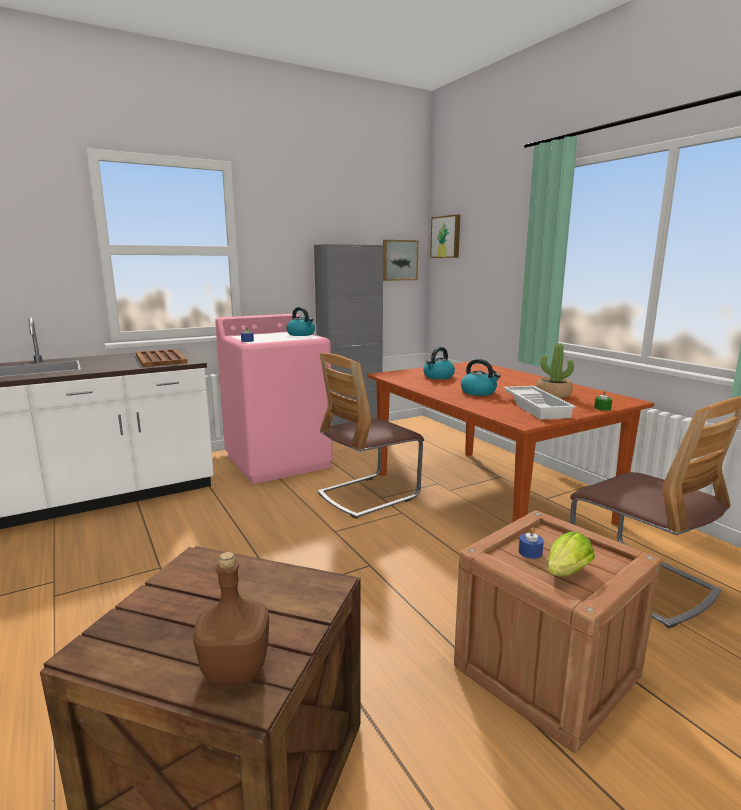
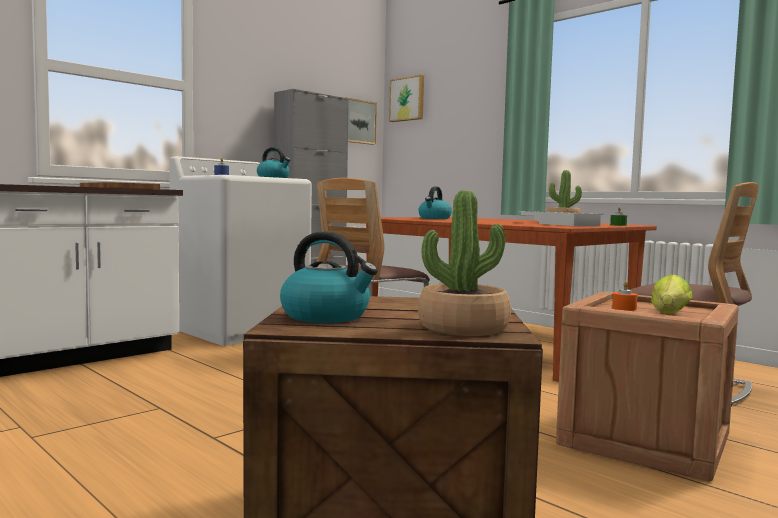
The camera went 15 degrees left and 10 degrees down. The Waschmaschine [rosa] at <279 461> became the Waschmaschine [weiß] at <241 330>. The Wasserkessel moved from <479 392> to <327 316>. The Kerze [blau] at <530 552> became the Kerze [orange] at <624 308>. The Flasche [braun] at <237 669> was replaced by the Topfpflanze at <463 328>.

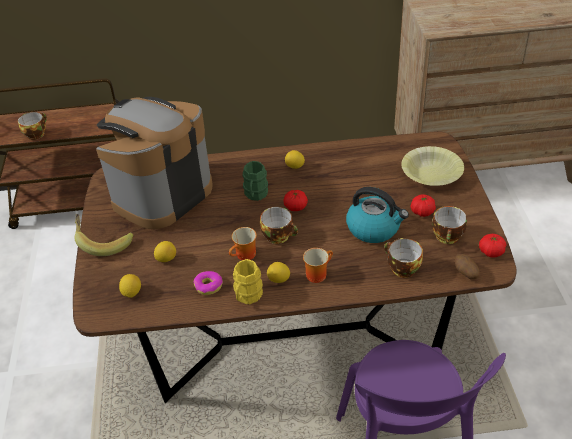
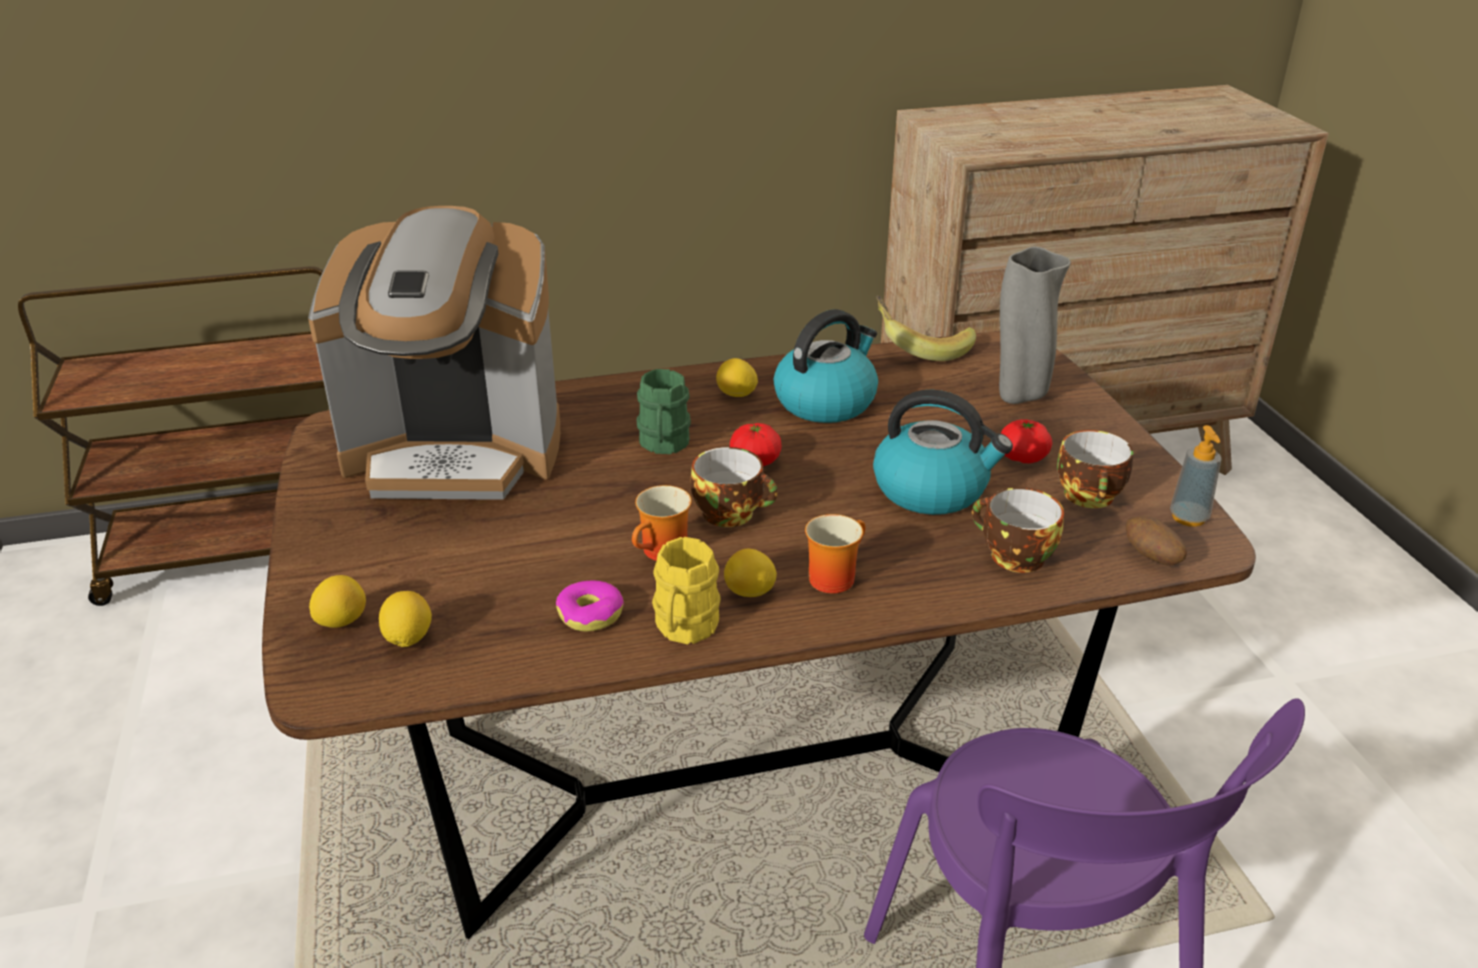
The camera went 10 degrees left and 10 degrees down. The Kaffeemaschine at <161 194> turned 120 degrees counterclockwise. The Tasse at <36 133> disappeared. The Schüssel [gelb] at <431 174> was replaced by the Vase [grau] at <1019 396>. The Banane moved from <103 242> to <921 347>. The Tomate at <491 252> was replaced by the Seifenspender at <1188 517>. The Zitrone moved from <166 258> to <341 621>. The Wasserkessel at <826 401> appeared.

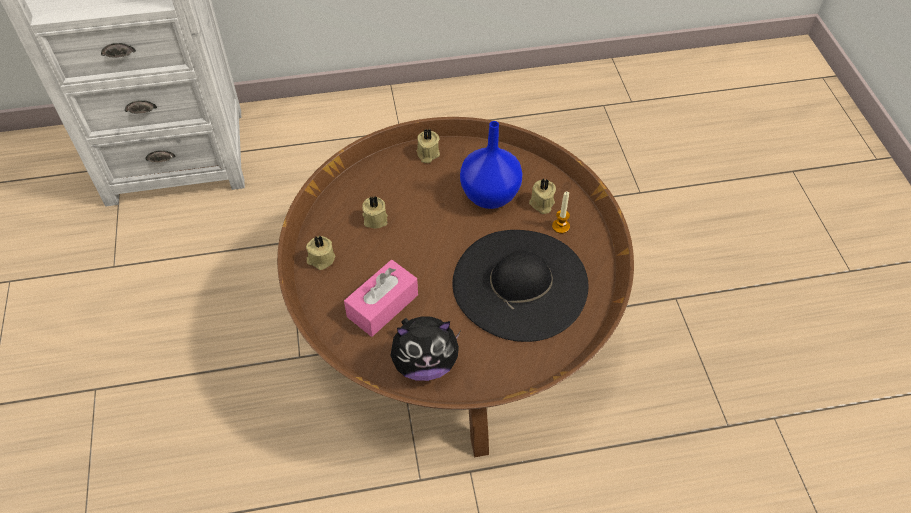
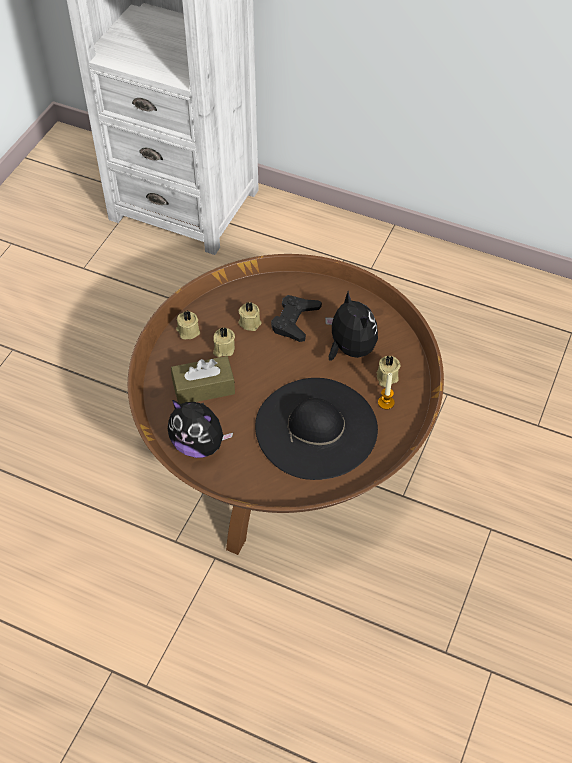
The camera went 35 degrees right and 0 degrees up. The Vase [blau] at <488 196> was replaced by the Plüschtier at <349 349>. The Kerze [beige] moved from <427 154> to <223 349>. The Taschentuchbox [rosa] at <382 305> became the Taschentuchbox [braun] at <203 388>. The Gamepad [schwarz] at <295 321> appeared.

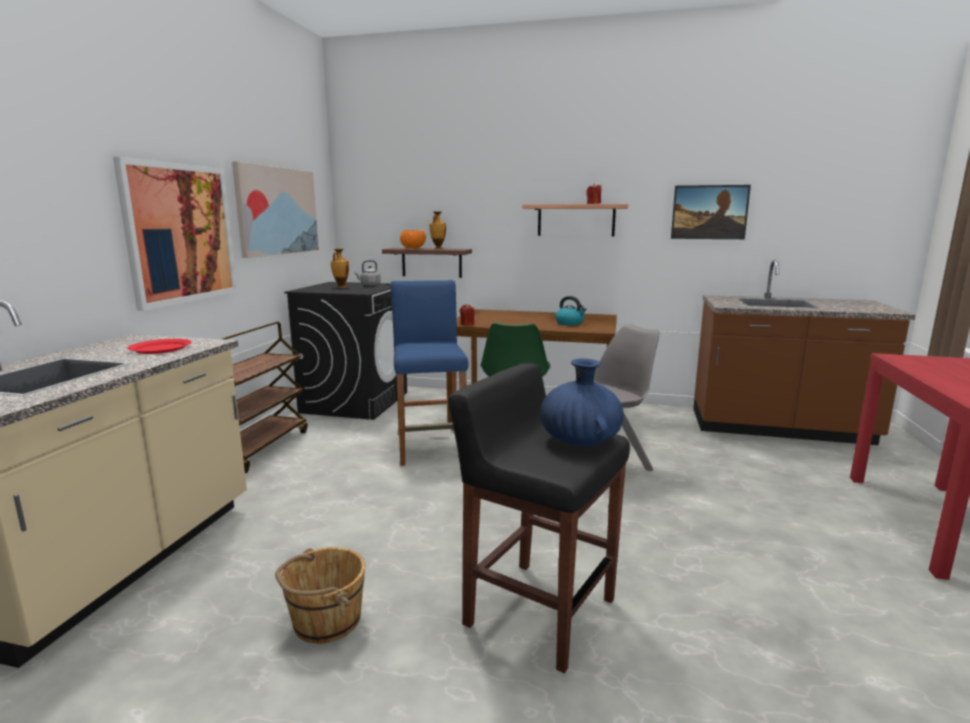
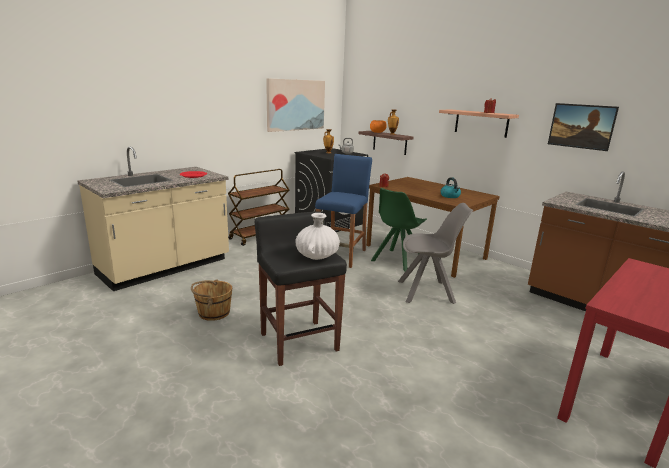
The camera went 30 degrees right and 5 degrees up. The Bild at <181 233> disappeared. The Vase [blau] at <580 440> became the Vase [weiß] at <317 256>.

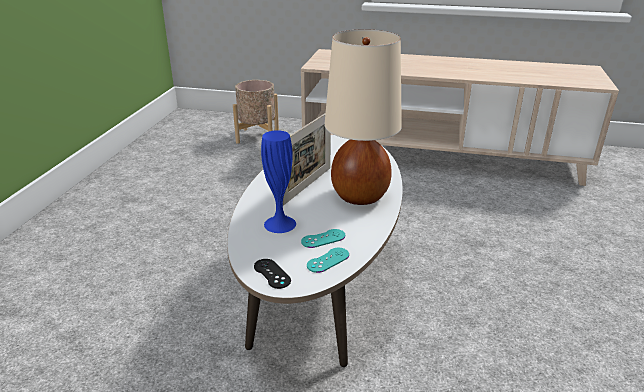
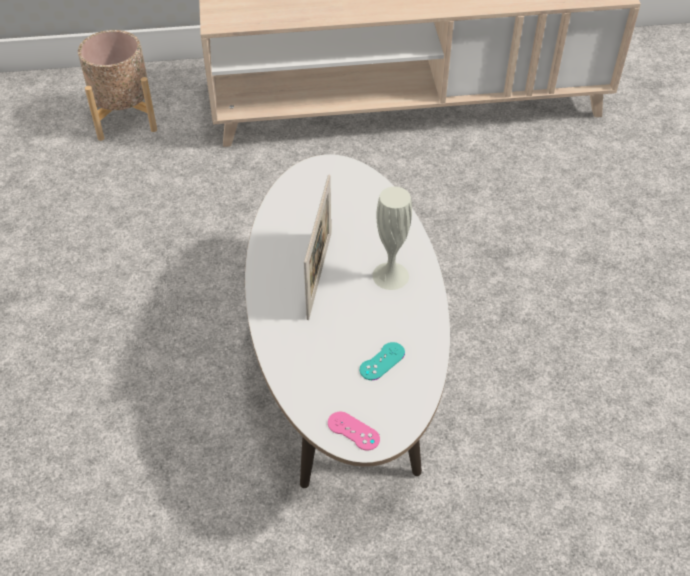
The camera went 20 degrees left and 20 degrees up. The Tischlampe [beige] at <360 195> was replaced by the Vase [weiß] at <390 275>. The Vase [blau] at <280 224> disappeared. The Gamepad [türkis] at <328 260> disappeared. The Gamepad [schwarz] at <272 273> became the Gamepad [rosa] at <353 431>.

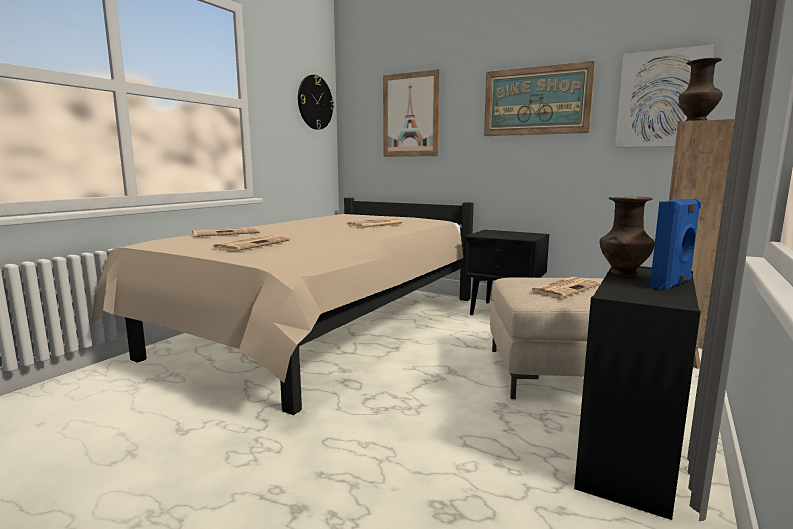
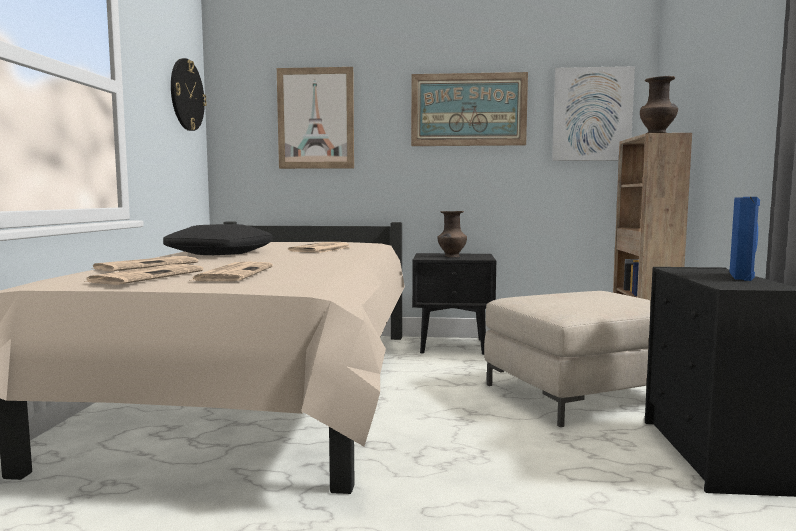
The camera went 25 degrees left and 5 degrees down. The Vase [braun] moved from <623 273> to <451 256>. The Zeitung moved from <565 288> to <147 276>. The Kissen [schwarz] at <220 253> appeared.

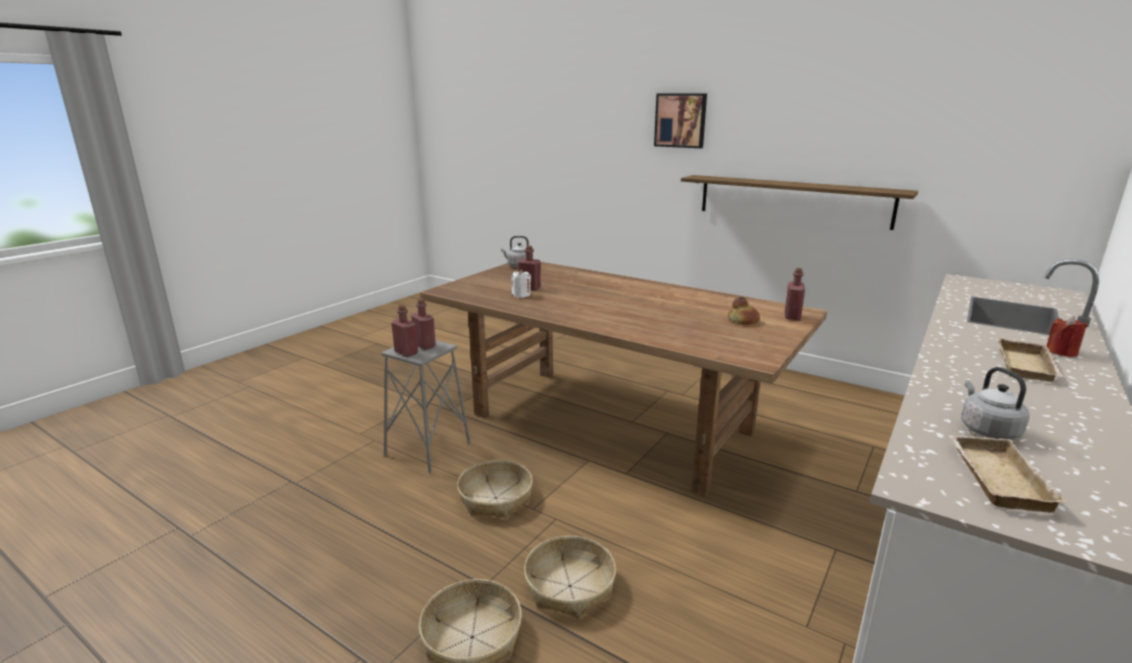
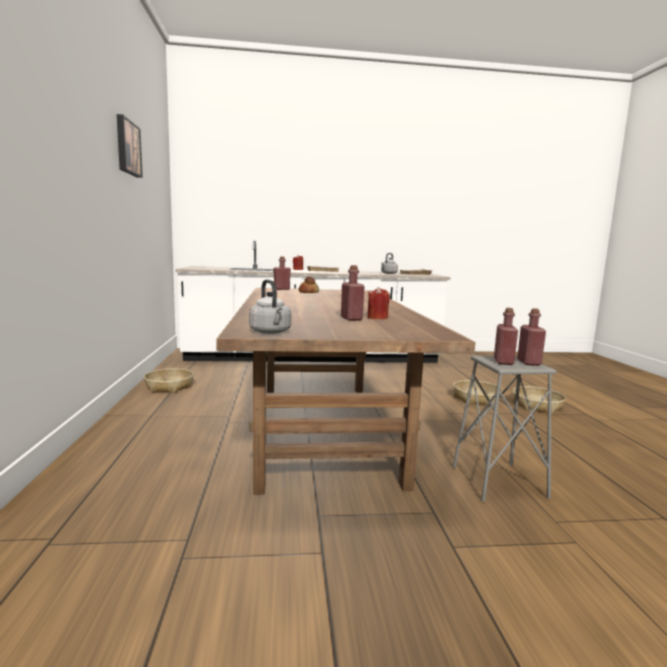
The camera went 130 degrees left and 10 degrees down. The Bild moved from <680 120> to <127 147>. The Wandregal at <792 200> disappeared. The Kerze [weiß] at <521 295> became the Kerze [rot] at <377 318>. The Korb moved from <496 498> to <169 386>.

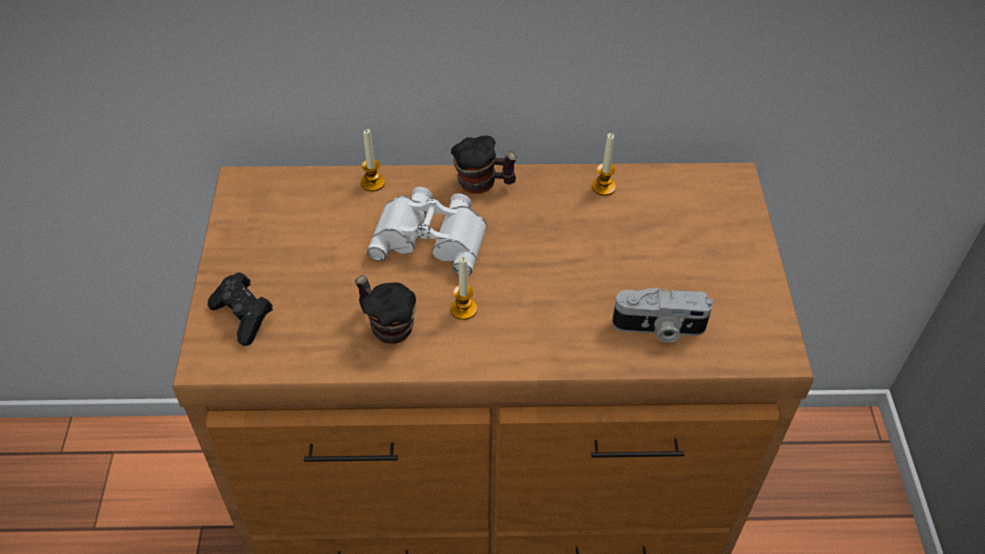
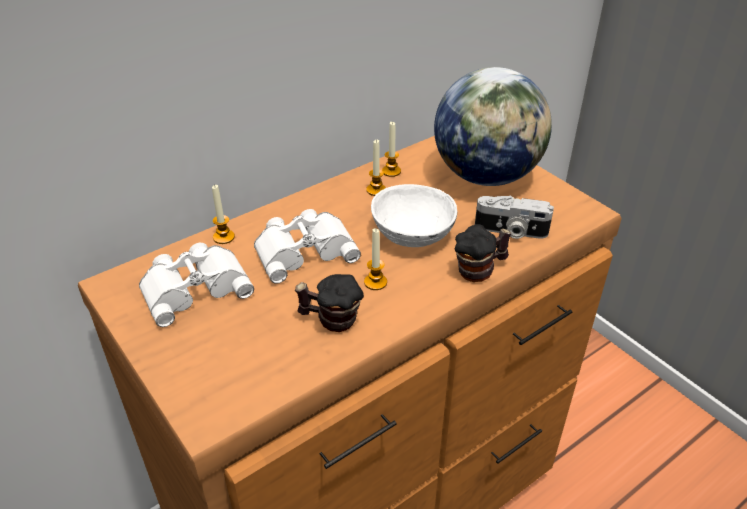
The camera went 35 degrees left and 10 degrees down. The Henkelbecher moved from <483 184> to <480 270>. The Gamepad [schwarz] at <244 316> disappeared. The Kamera at <659 328> turned 45 degrees clockwise. The Globus at <486 176> appeared. The Kerze at <376 190> appeared. The Schüssel [weiß] at <412 234> appeared. The Fernglas [weiß] at <195 287> appeared.

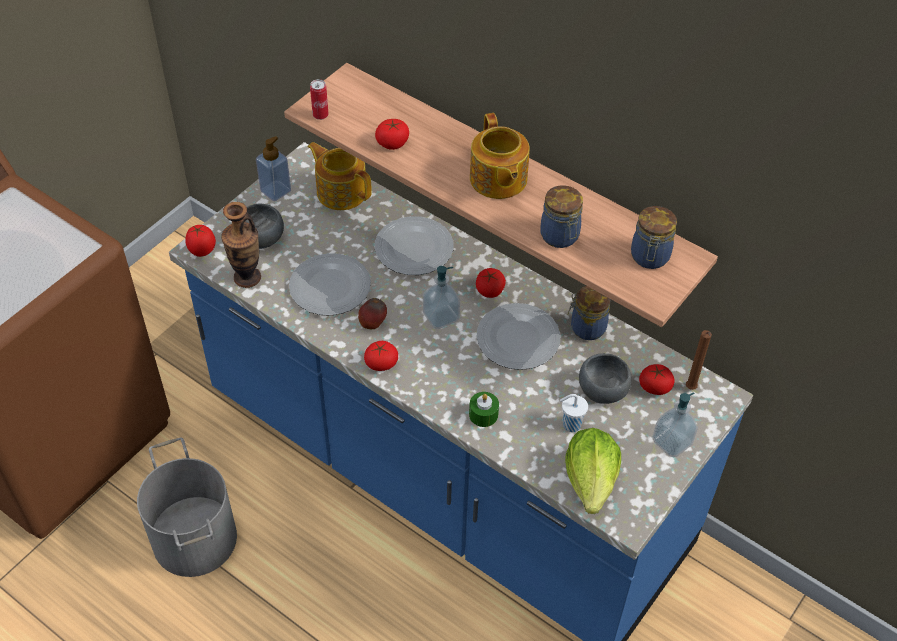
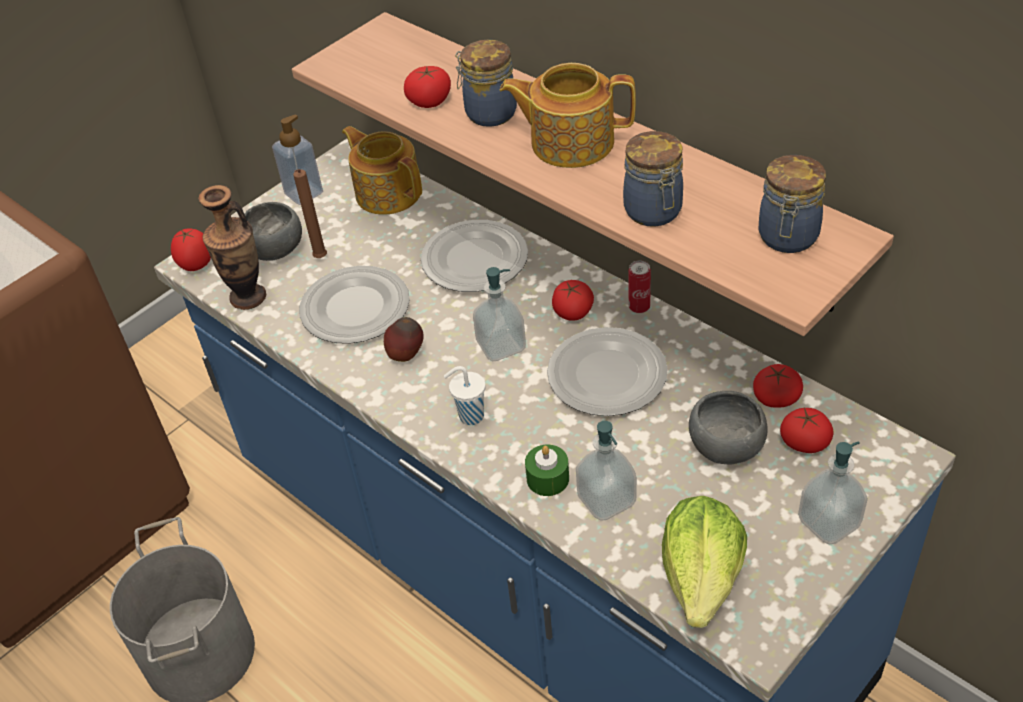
The camera went 10 degrees right and 5 degrees down. The Dose moved from <320 115> to <639 307>. The Teekanne at <498 180> turned 105 degrees clockwise. The Vorratsglas moved from <586 328> to <488 113>. The Kerze [braun] moved from <691 389> to <320 259>. The Tomate moved from <381 363> to <776 397>. The Tasse [weiß] moved from <570 425> to <469 416>. The Seifenspender at <606 500> appeared.

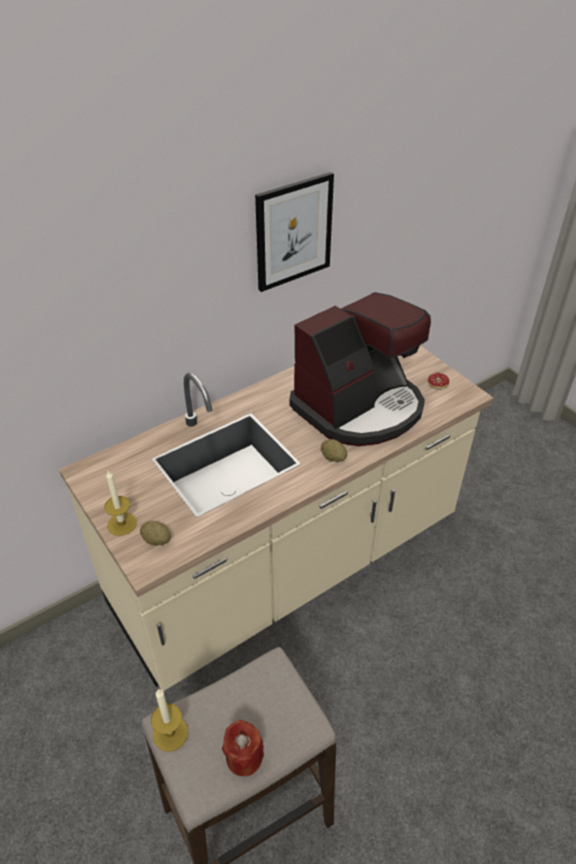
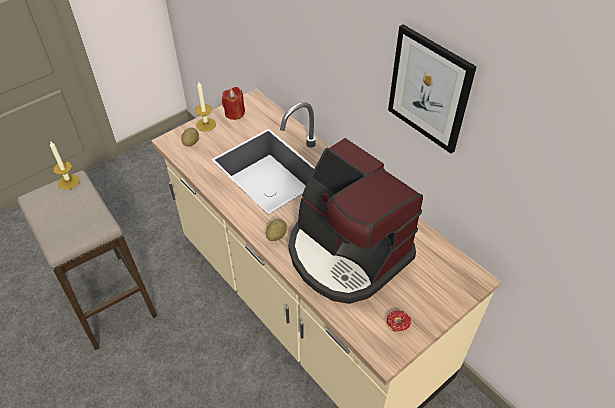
The camera went 85 degrees right and 5 degrees up. The Kerze [rot] moved from <244 757> to <234 113>.

